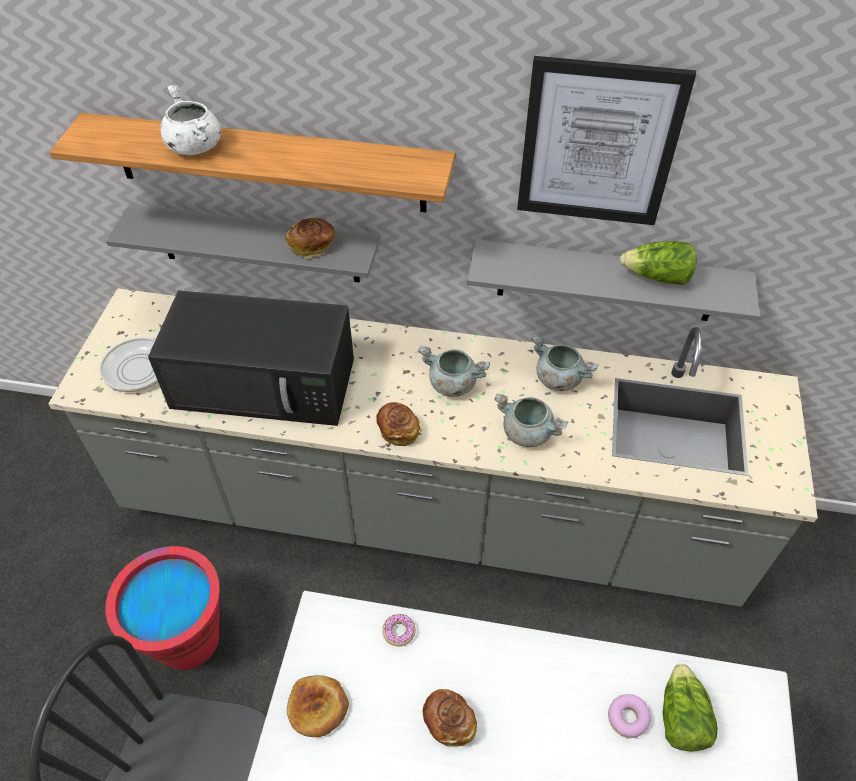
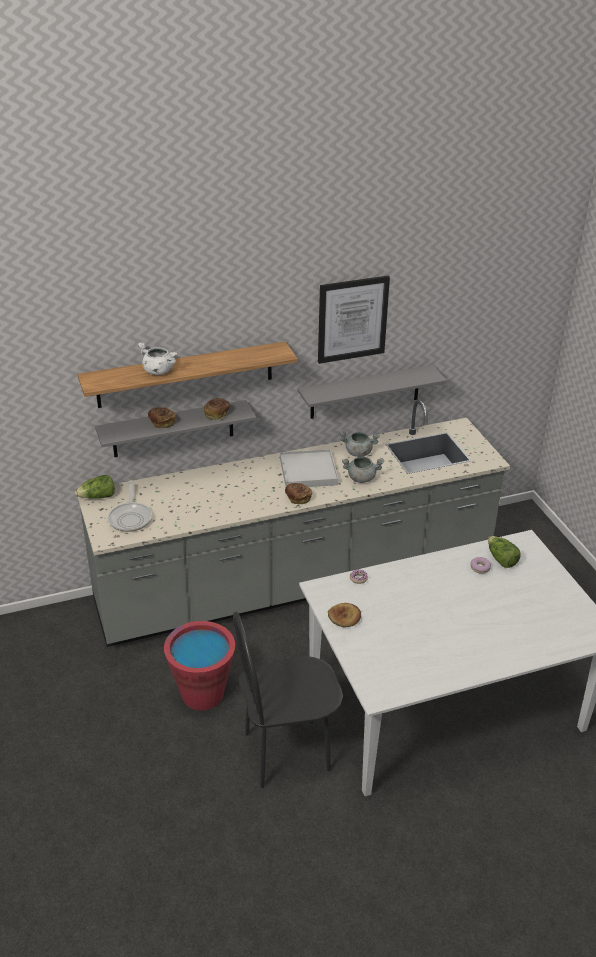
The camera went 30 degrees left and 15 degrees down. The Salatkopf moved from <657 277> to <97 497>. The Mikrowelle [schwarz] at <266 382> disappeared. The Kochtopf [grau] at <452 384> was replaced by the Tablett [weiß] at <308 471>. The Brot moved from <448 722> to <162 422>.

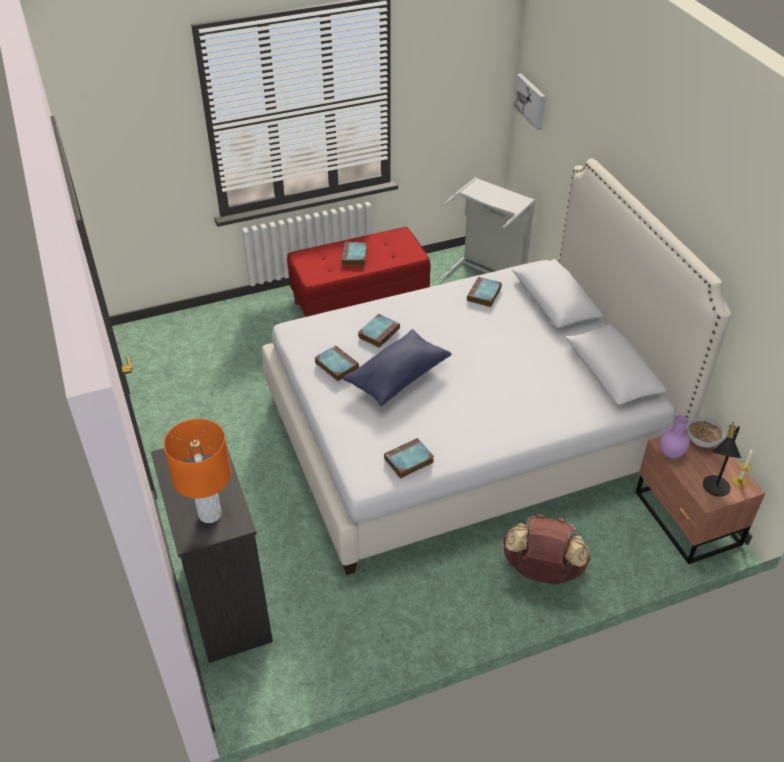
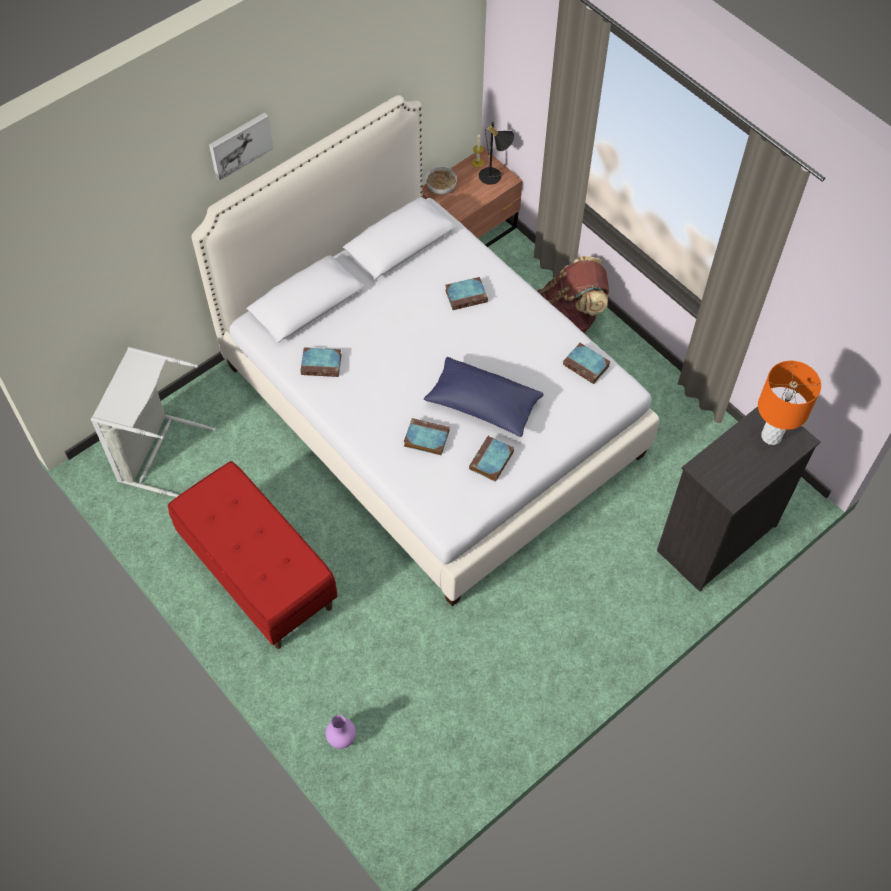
The camera went 110 degrees left and 15 degrees up. The Bild moved from <531 101> to <240 144>. The Buch moved from <354 256> to <467 295>. The Vase [lila] moved from <670 454> to <341 740>.

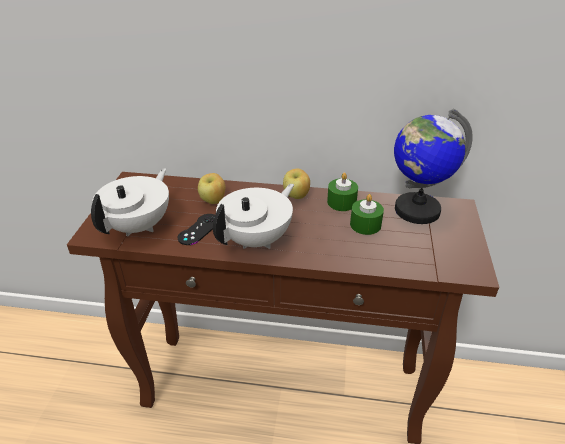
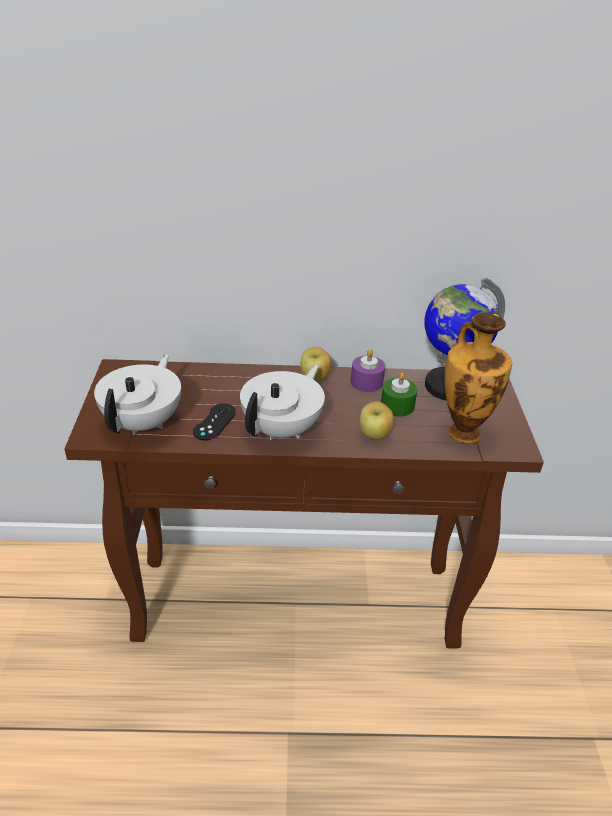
The camera went 10 degrees left and 0 degrees up. The Kerze [grün] at <341 202> became the Kerze [lila] at <366 382>. The Apfel moved from <213 201> to <375 435>. The Vase at <463 431> appeared.

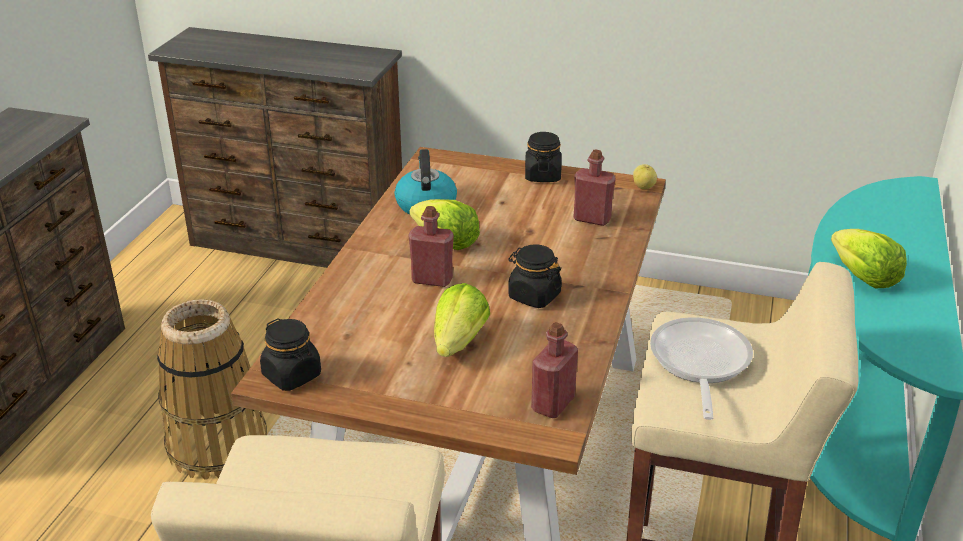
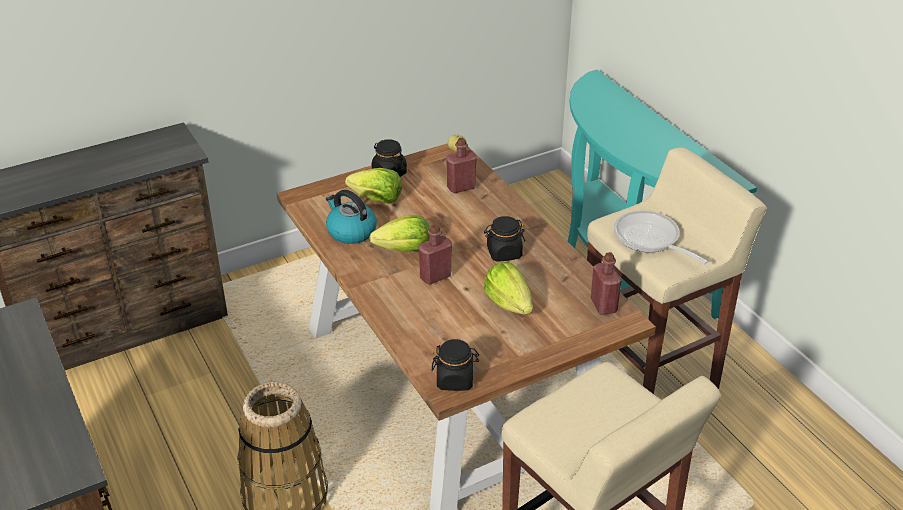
The camera went 45 degrees left and 5 degrees up. The Salatkopf moved from <863 277> to <376 199>.

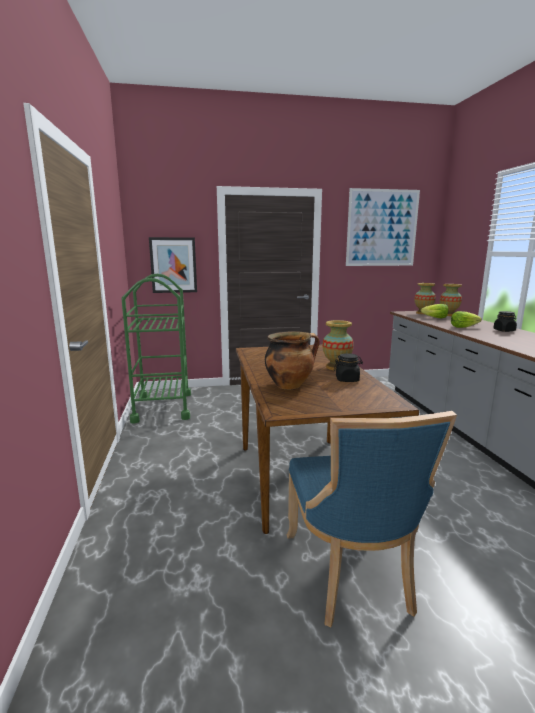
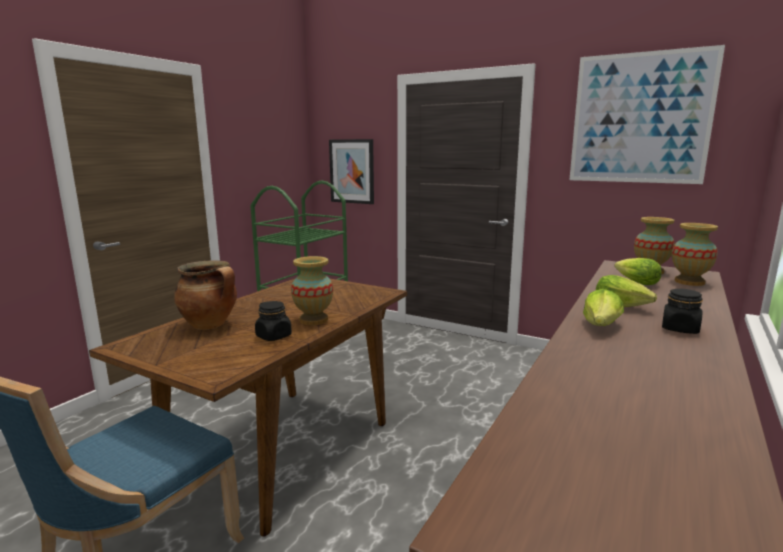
The camera went 40 degrees right and 0 degrees up. The Salatkopf at <601 326> appeared.

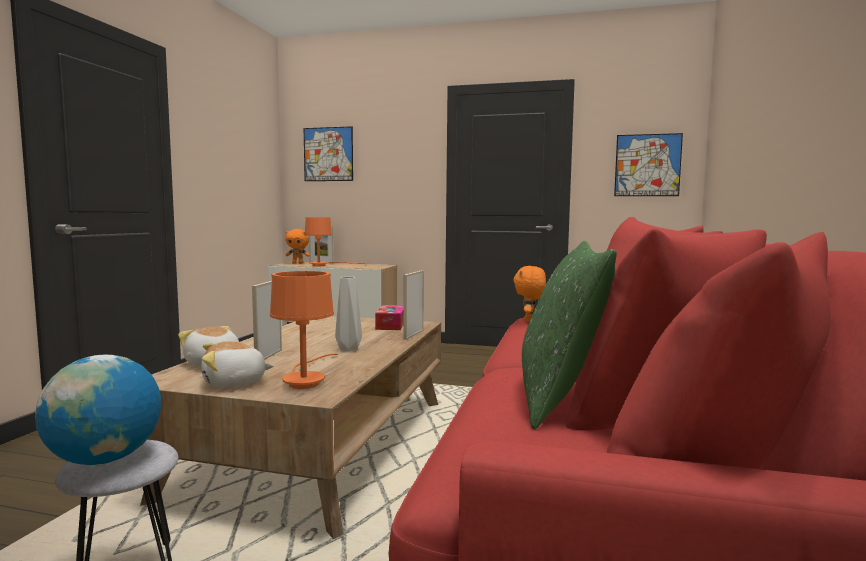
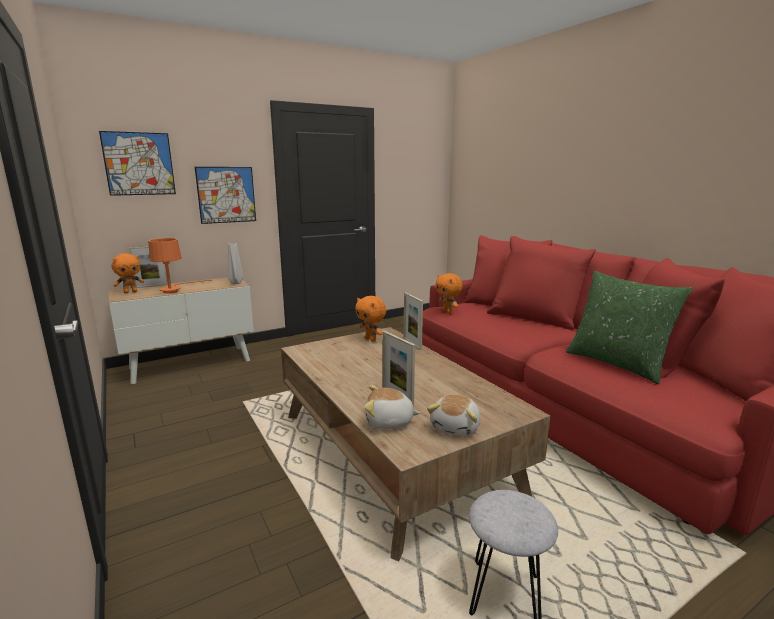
The camera went 45 degrees left and 10 degrees up. The Bild moved from <647 165> to <226 195>. The Tischlampe [orange] at <305 380> disappeared. The Vase [grau] moved from <348 349> to <235 283>. The Taschentuchbox at <391 325> was replaced by the Plüschtier [orange] at <371 339>. The Globus at <104 459> disappeared.

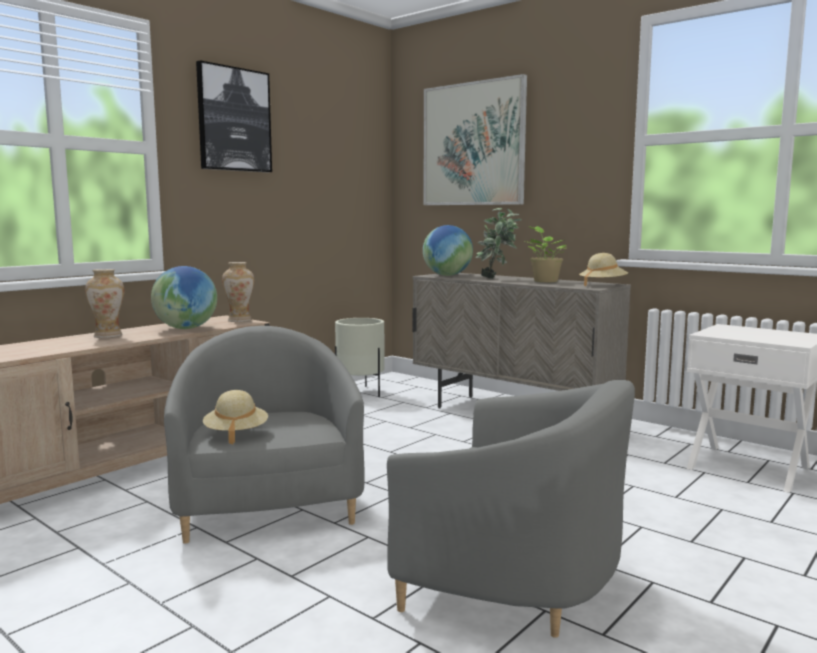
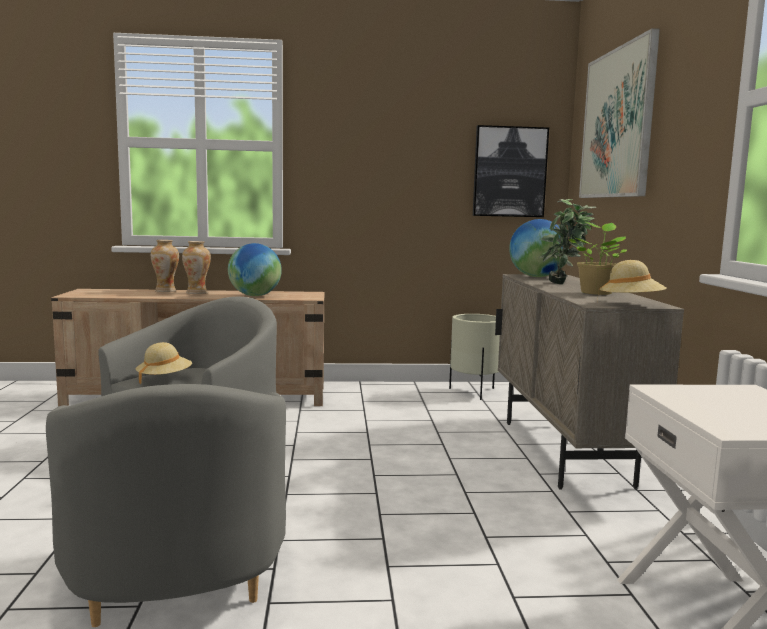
The camera went 45 degrees right and 0 degrees up. The Bild moved from <234 120> to <509 172>. The Vase moved from <239 320> to <165 291>.

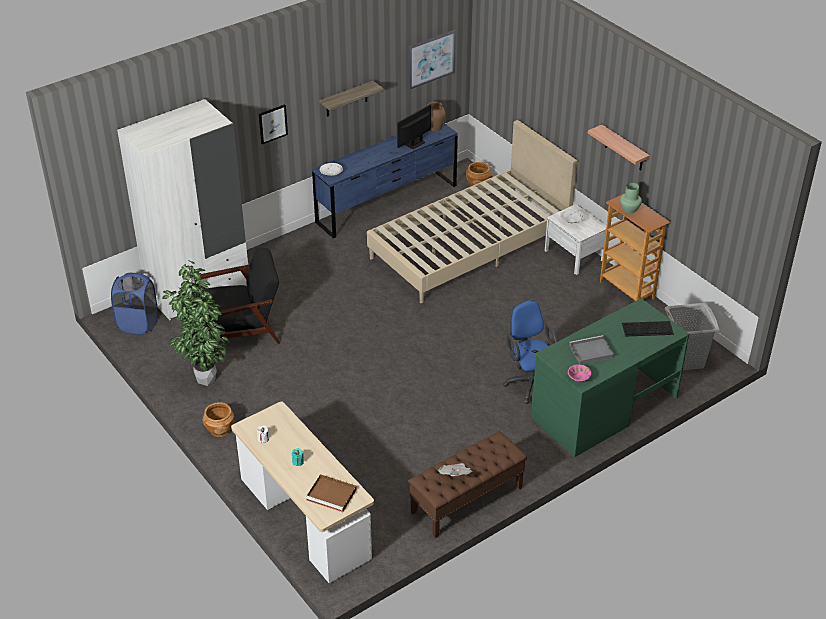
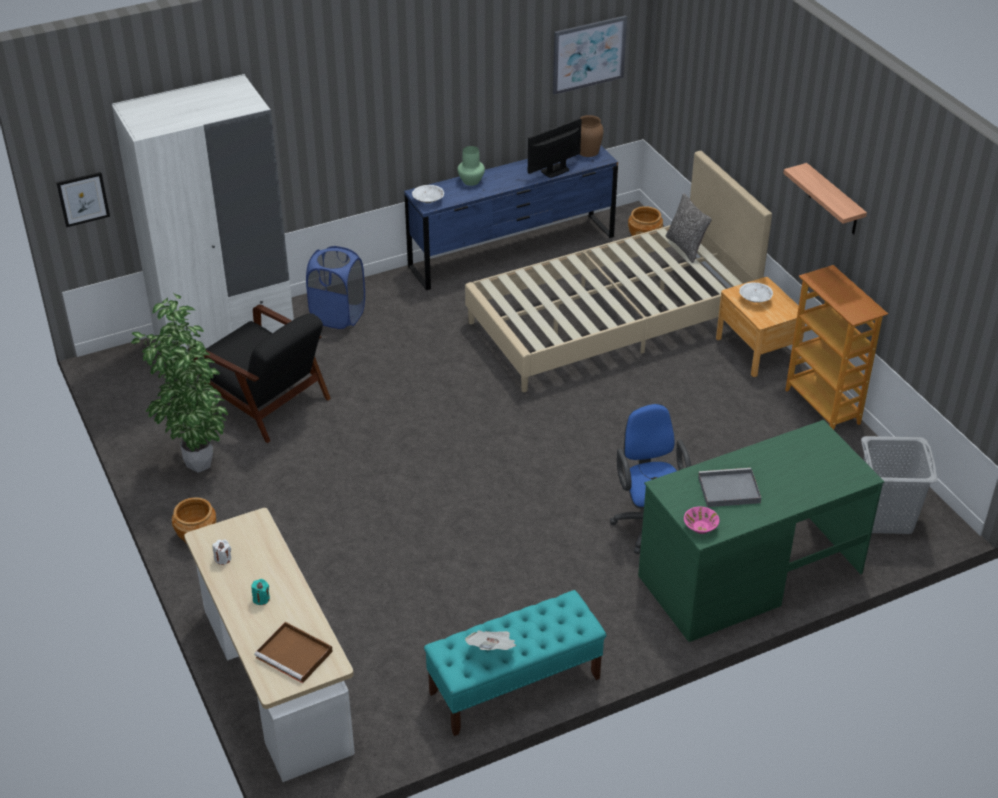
The camera went 10 degrees right and 0 degrees up. The Wandregal at <346 99> disappeared. The Bild moved from <273 124> to <83 199>. The Vase [grün] moved from <629 209> to <471 181>. The Nachttisch [weiß] at <574 255> became the Nachttisch [braun] at <757 349>. The Sessel [schwarz] at <239 330> turned 45 degrees clockwise. The Wäschekorb [blau] moved from <138 324> to <338 316>. The Tastatur at <647 329> disappeared. The Bank [braun] at <466 500> became the Bank [türkis] at <514 686>. The Kissen at <685 248> appeared.

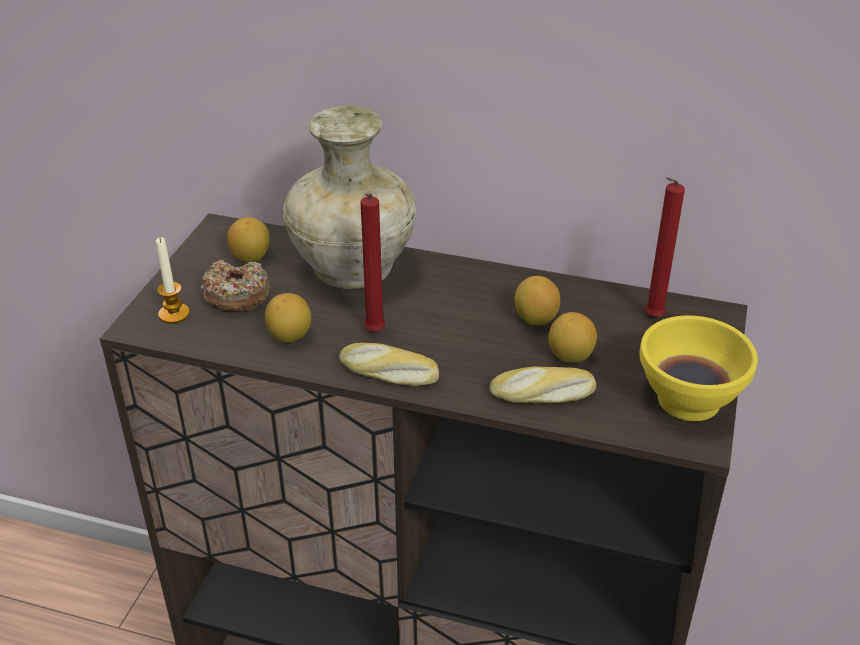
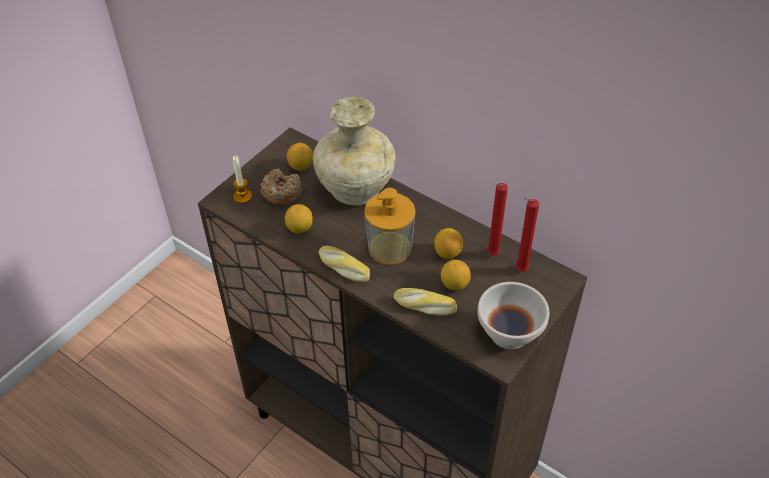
The camera went 20 degrees right and 10 degrees up. The Kerze [rot] moved from <374 334> to <492 255>. The Schüssel [gelb] at <688 399> became the Schüssel [weiß] at <510 332>. The Seifenspender at <390 248> appeared.

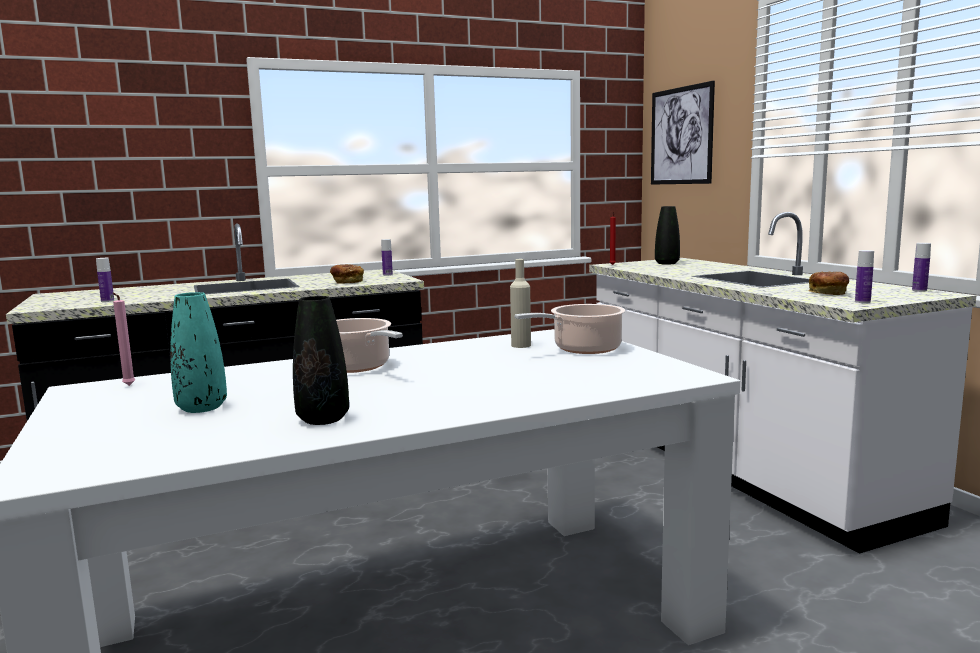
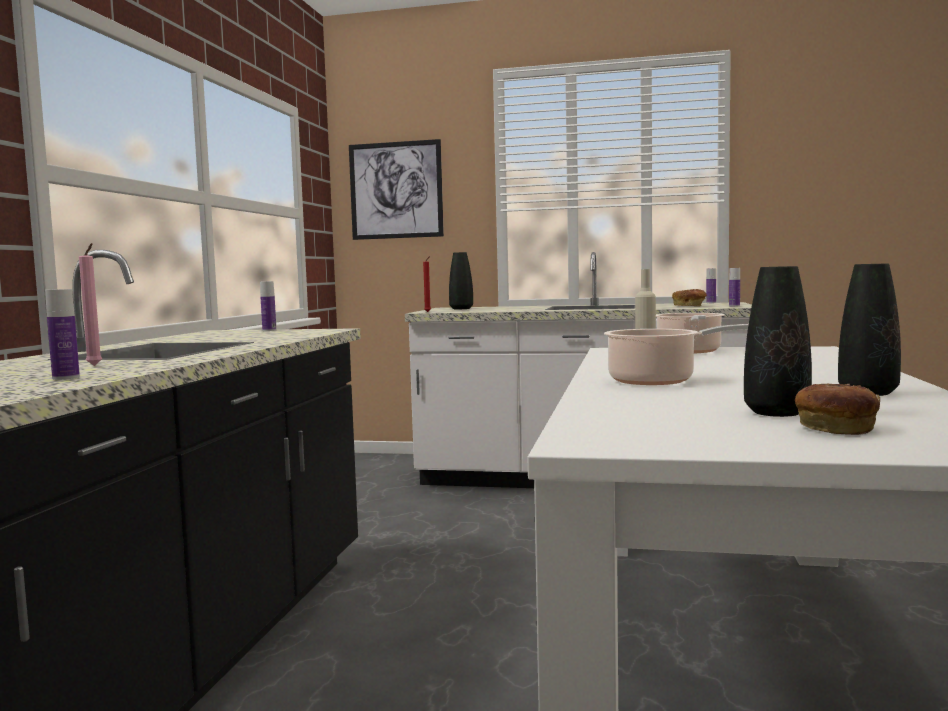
The camera went 55 degrees left and 5 degrees down. The Brot moved from <347 282> to <835 428>. The Vase [türkis] at <201 408> became the Vase [schwarz] at <776 413>. The Kerze [rosa] moved from <128 386> to <95 366>.

